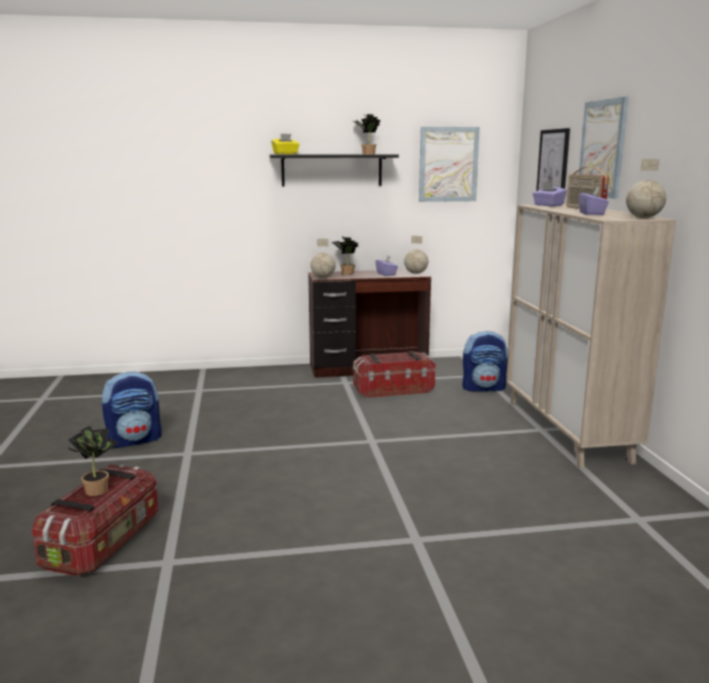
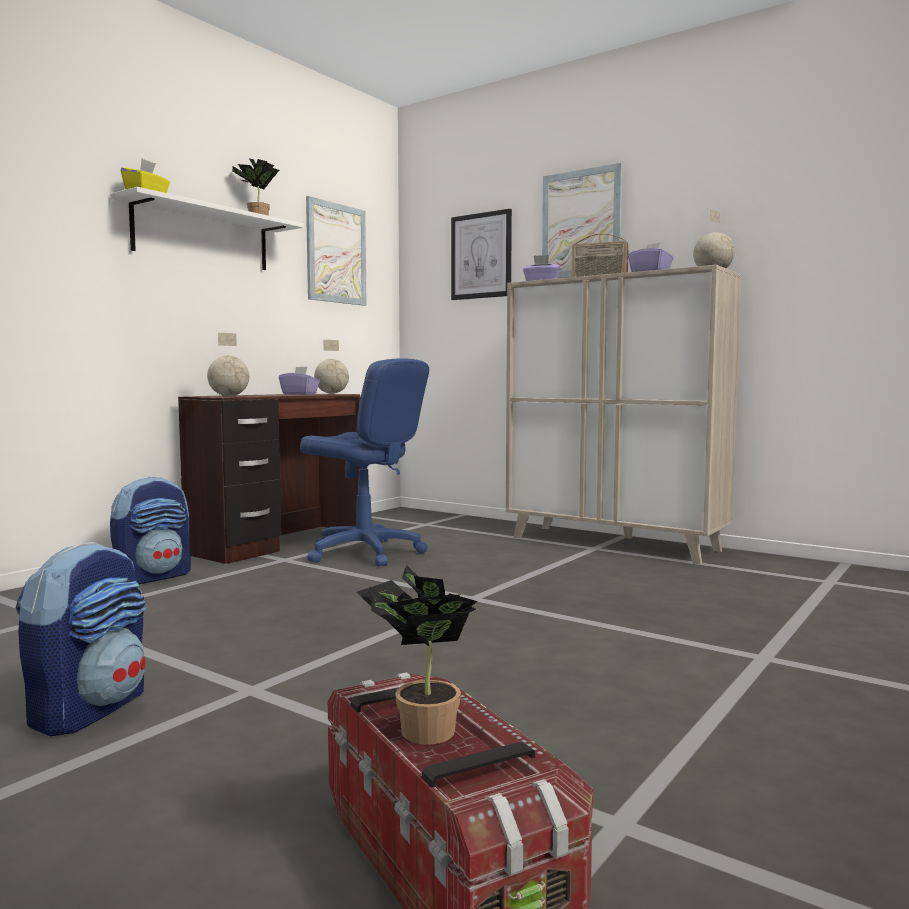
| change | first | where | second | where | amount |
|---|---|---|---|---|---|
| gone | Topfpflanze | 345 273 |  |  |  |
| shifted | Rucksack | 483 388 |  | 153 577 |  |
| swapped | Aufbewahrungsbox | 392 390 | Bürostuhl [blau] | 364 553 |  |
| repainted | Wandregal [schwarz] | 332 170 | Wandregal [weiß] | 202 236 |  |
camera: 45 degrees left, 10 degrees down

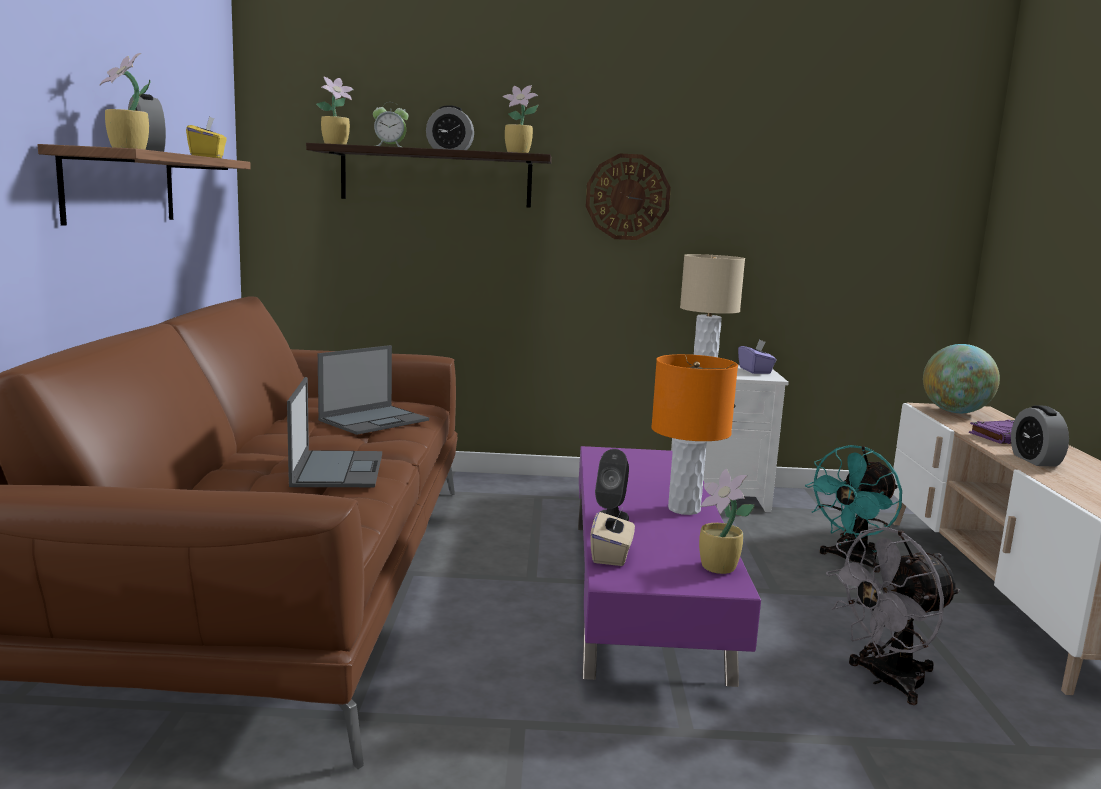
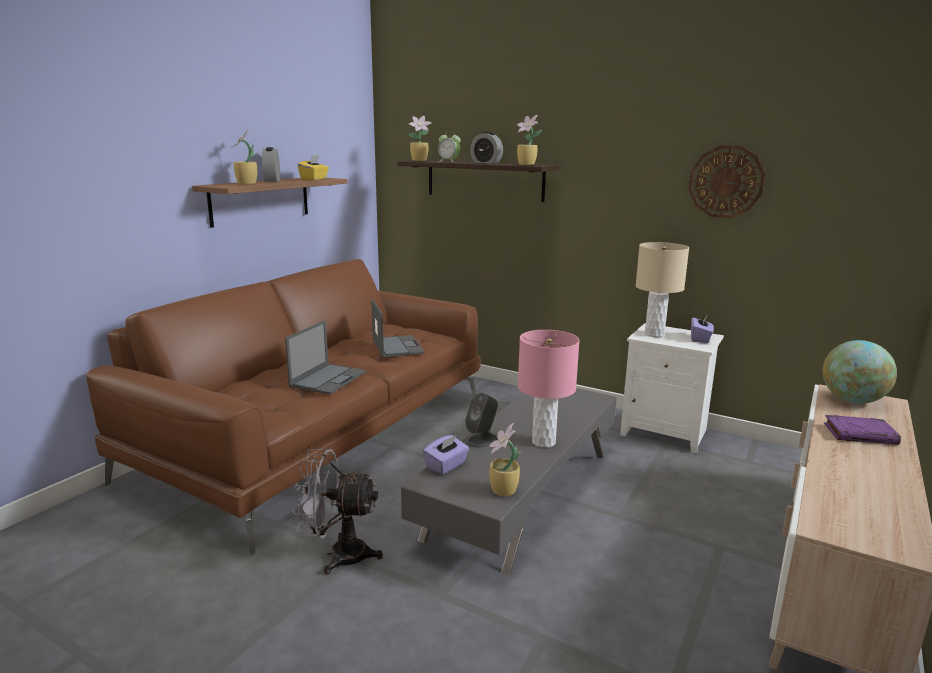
| change | first | where | second | where | amount |
|---|---|---|---|---|---|
| gone | Ventilator [türkis] | 851 560 |  |  |  |
| gone | Wecker | 1035 460 |  |  |  |
| shifted | Wanduhr | 627 197 |  | 726 182 |  |
| shifted | Ventilator [grau] | 885 681 |  | 338 555 |  |
| repainted | Couchtisch [lila] | 642 591 | Couchtisch [grau] | 521 492 |  |
| repainted | Taschentuchbox [beige] | 611 555 | Taschentuchbox [lila] | 446 466 |  |
| repainted | Tischlampe [orange] | 683 509 | Tischlampe [rosa] | 543 442 |  |
| rotated | Laptop | 375 420 |  | 397 346 | 90 degrees counterclockwise |
camera: 30 degrees right, 5 degrees up

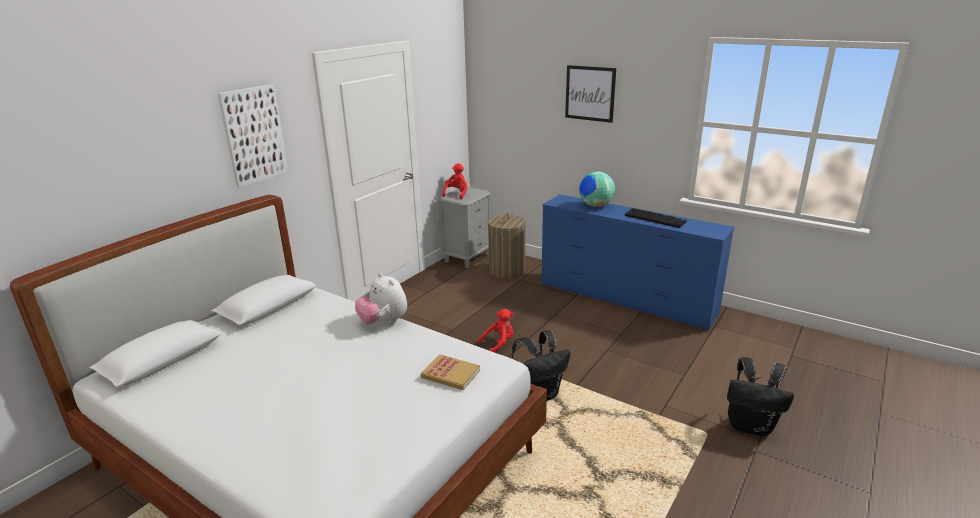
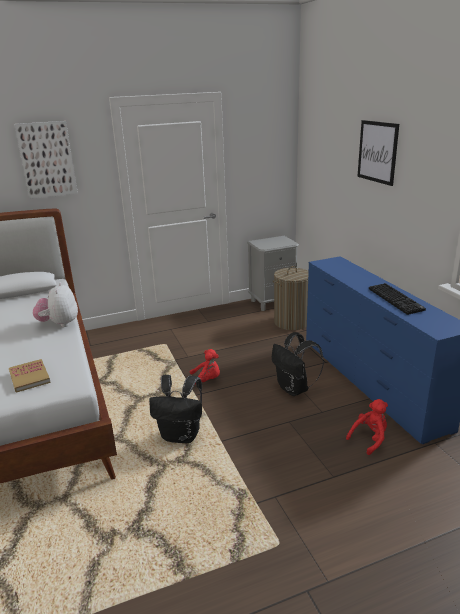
| change | first | where | second | where | amount |
|---|---|---|---|---|---|
| gone | Globus | 595 205 |  |  |  |
| shifted | Plüschtier [rot] | 456 194 |  | 369 439 |  |
| shifted | Rucksack [schwarz] | 751 426 |  | 294 389 |  |
camera: 35 degrees right, 0 degrees up

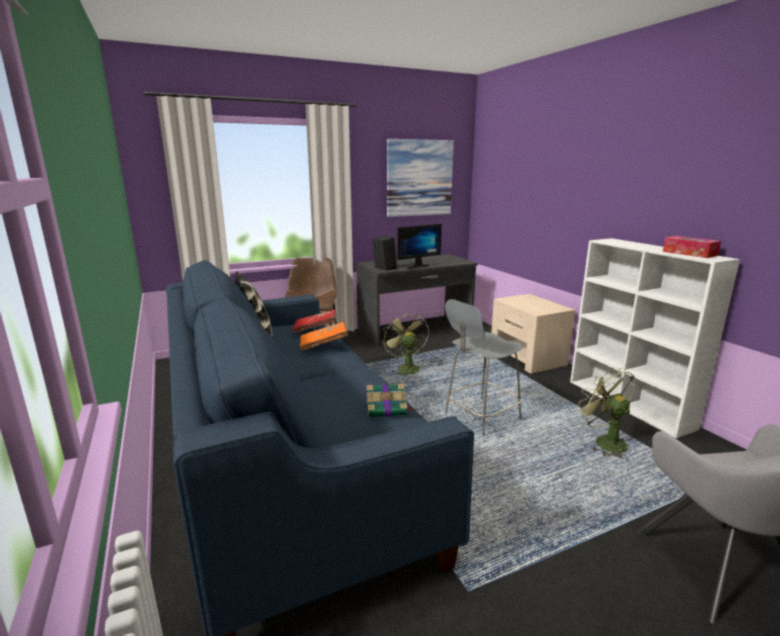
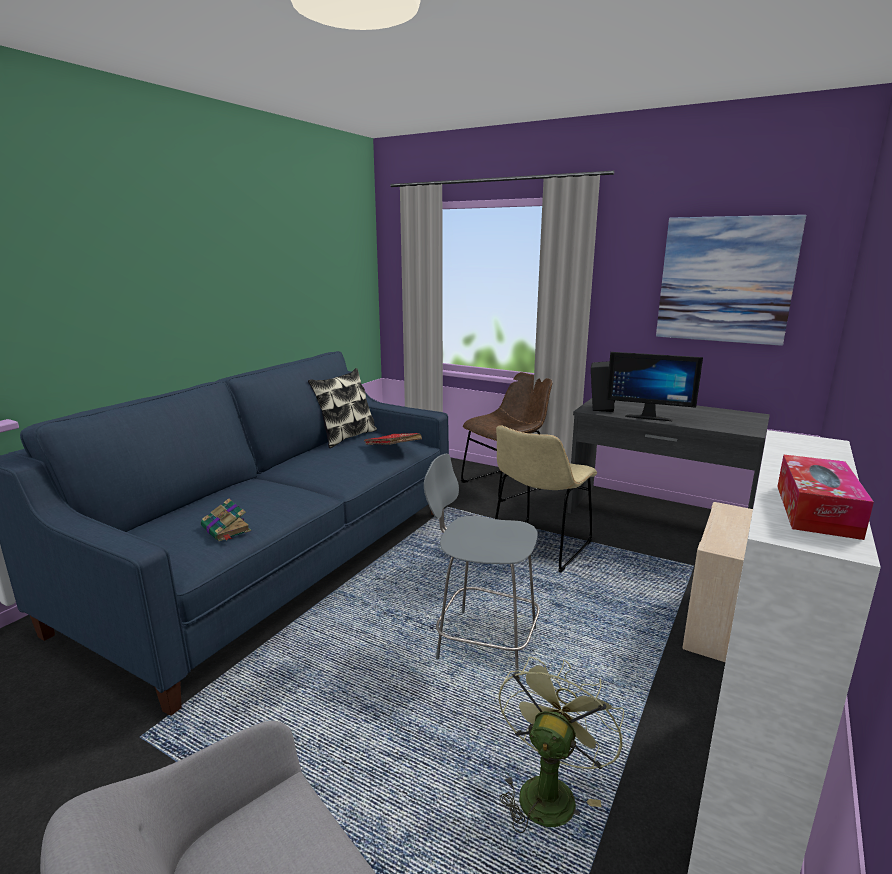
| change | first | where | second | where | amount |
|---|---|---|---|---|---|
| gone | Buch [orange] | 324 344 |  |  |  |
| swapped | Ventilator [grün] | 405 368 | Stuhl [beige] | 539 548 |  |
camera: 55 degrees right, 0 degrees up

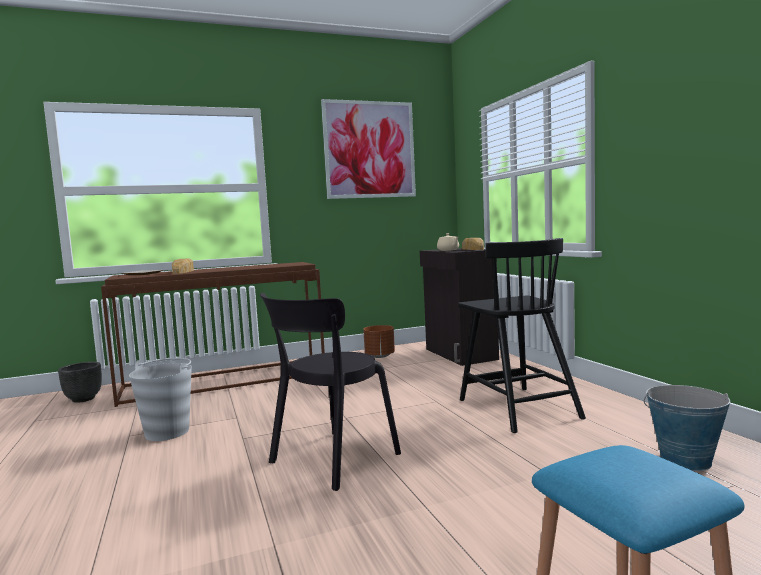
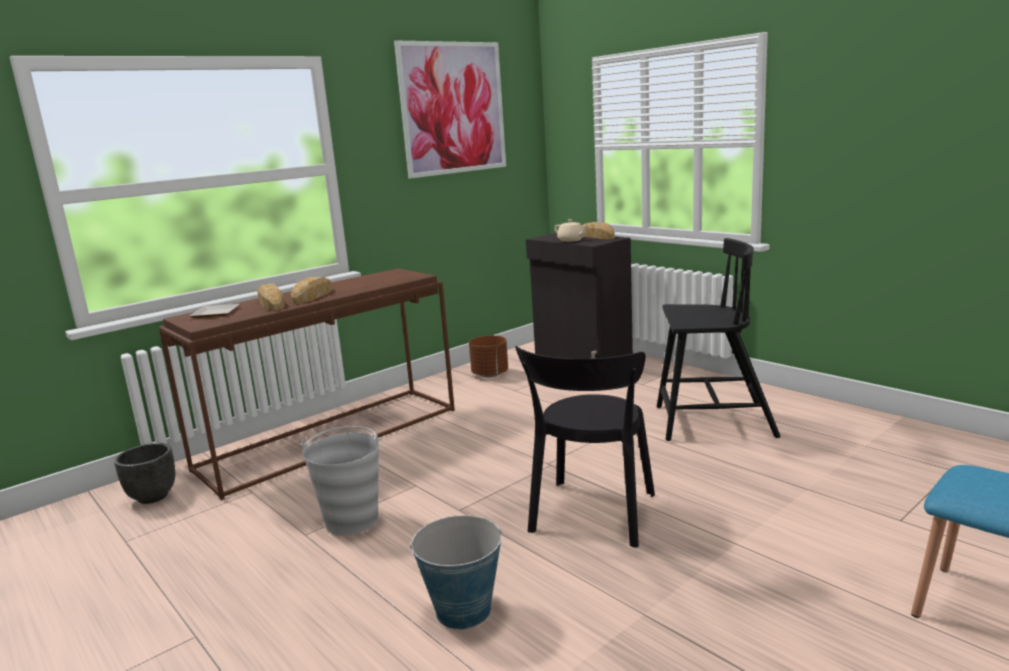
| change | first | where | second | where | amount |
|---|---|---|---|---|---|
| new |  |  | Brot | 313 296 |  |
| shifted | Eimer | 685 460 |  | 463 610 |  |
| rotated | Stuhl [schwarz] | 517 408 |  | 711 422 | 45 degrees counterclockwise |
camera: 20 degrees left, 10 degrees up

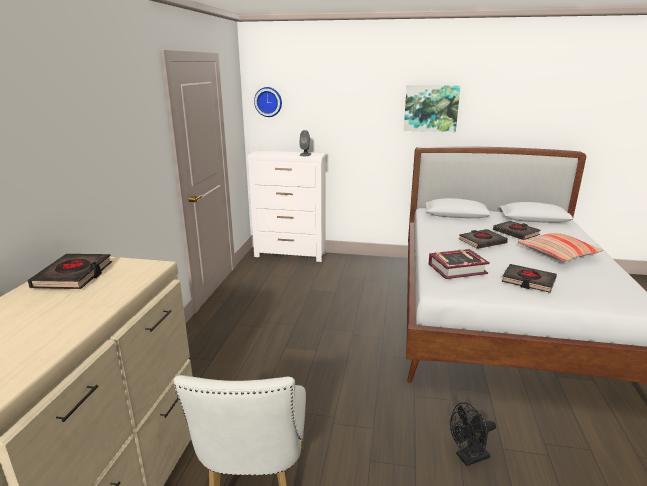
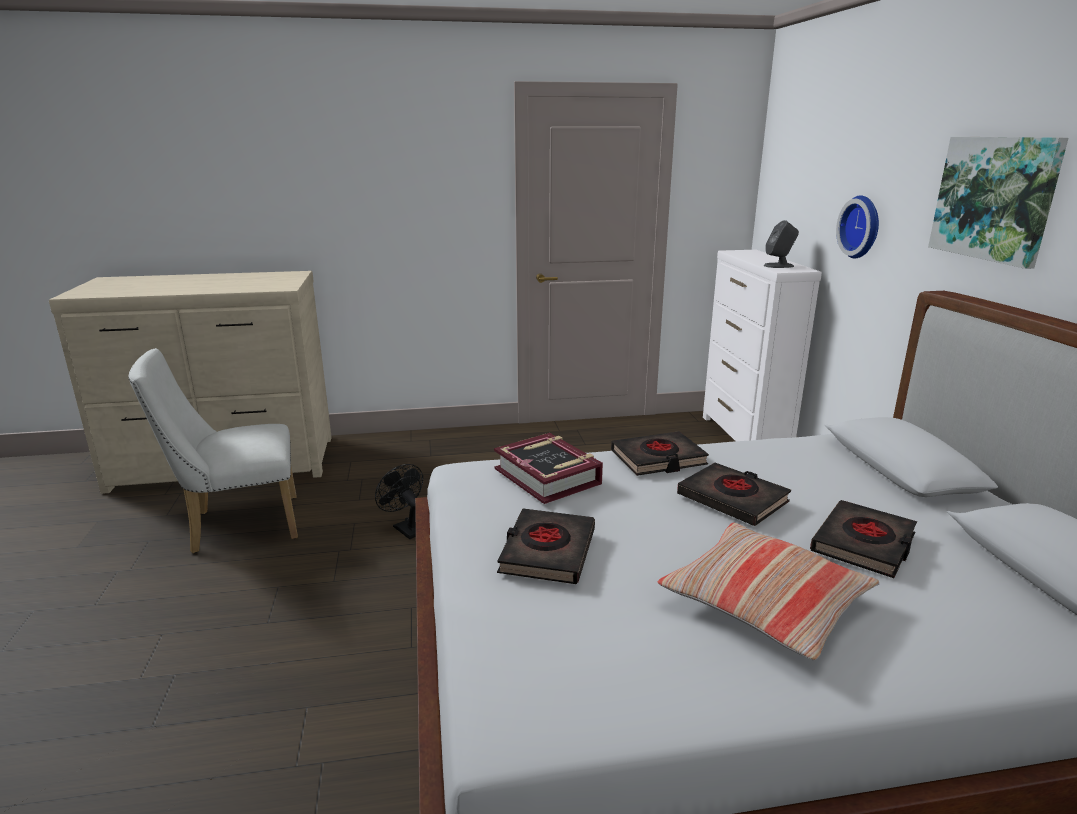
| change | first | where | second | where | amount |
|---|---|---|---|---|---|
| shifted | Buch [schwarz] | 74 275 |  | 658 459 |  |
| shifted | Wanduhr | 268 102 |  | 862 227 |  |
| shifted | Ventilator [schwarz] | 468 458 |  | 405 528 |  |
camera: 70 degrees right, 0 degrees up

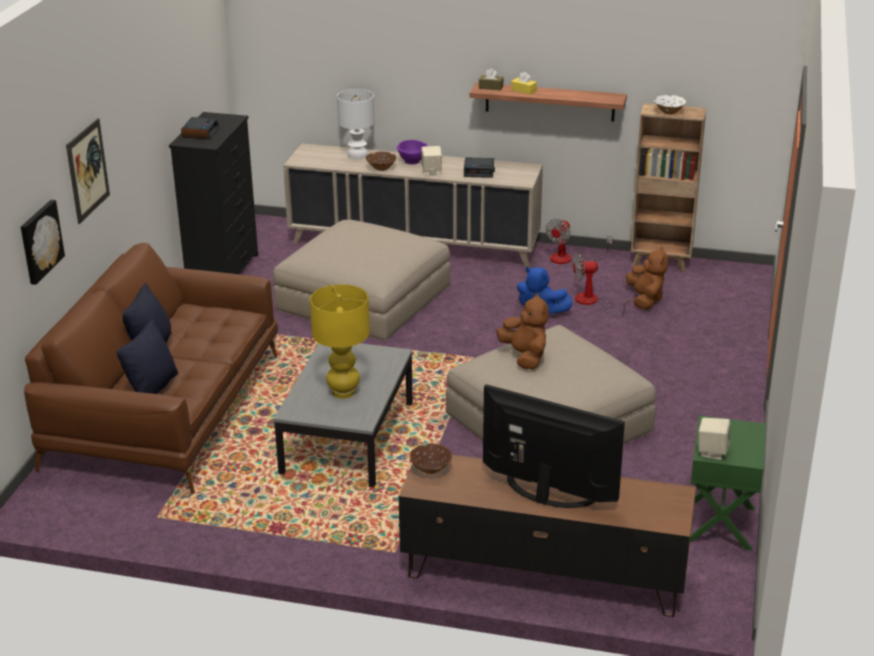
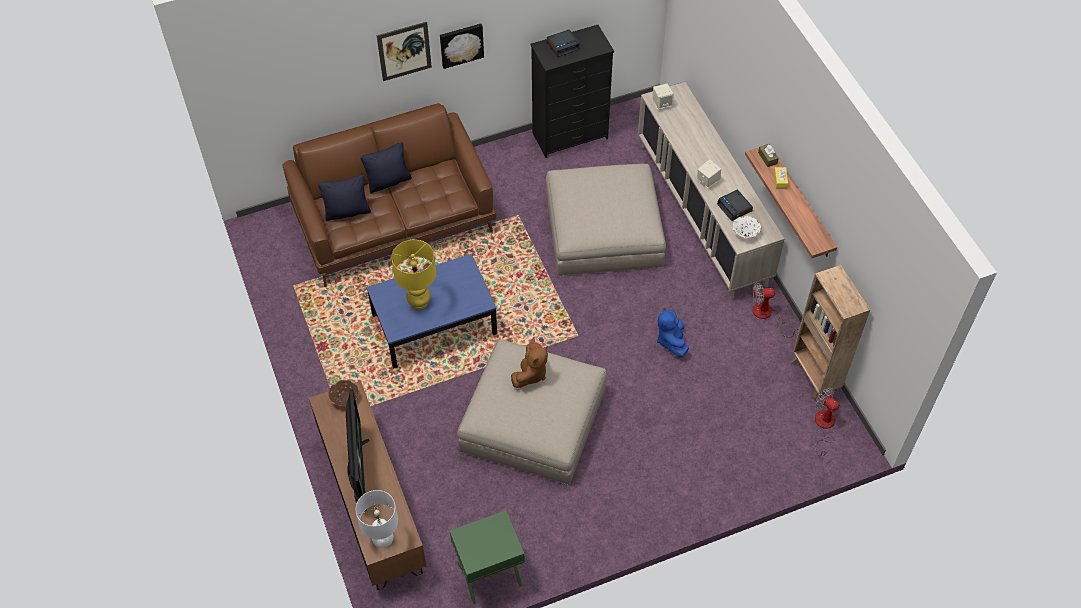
| change | first | where | second | where | amount |
|---|---|---|---|---|---|
| gone | Schüssel [braun] | 381 168 |  |  |  |
| gone | Schüssel [lila] | 413 161 |  |  |  |
| gone | Plüschtier [braun] | 645 300 |  |  |  |
| shifted | Bild | 40 241 |  | 461 44 |  |
| shifted | Tischlampe [weiß] | 357 155 |  | 382 538 |  |
| shifted | Ventilator | 593 302 |  | 824 426 |  |
| shifted | Schüssel [weiß] | 669 112 |  | 745 233 |  |
| shifted | Lautsprecher [beige] | 712 451 |  | 662 104 |  |
| repainted | Couchtisch [grau] | 347 437 | Couchtisch [blau] | 434 324 |  |
camera: 55 degrees right, 25 degrees up

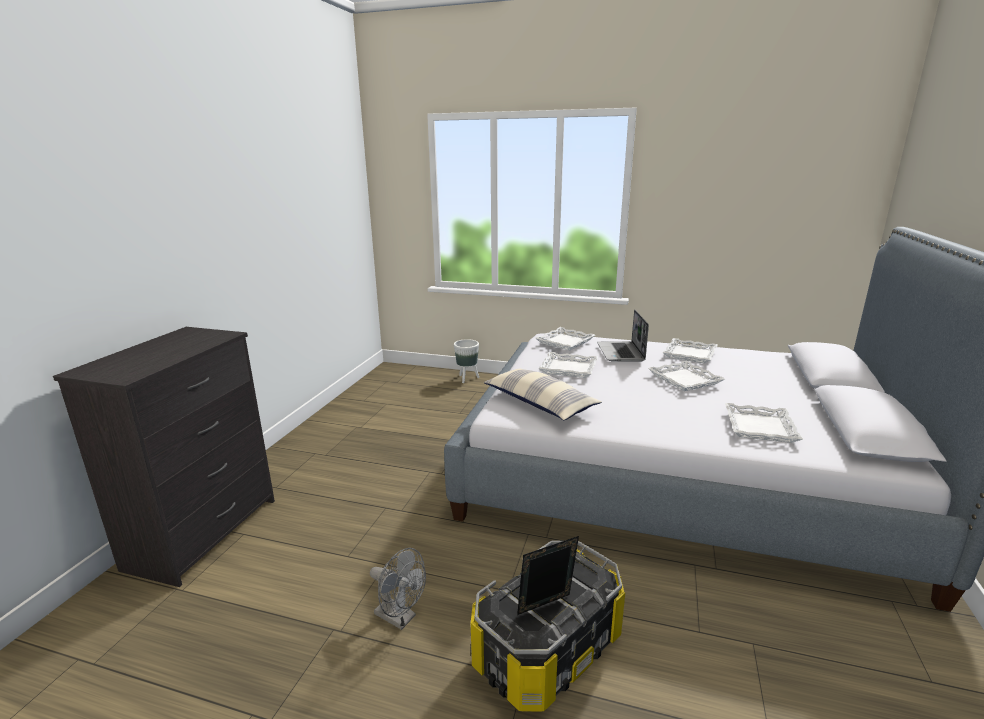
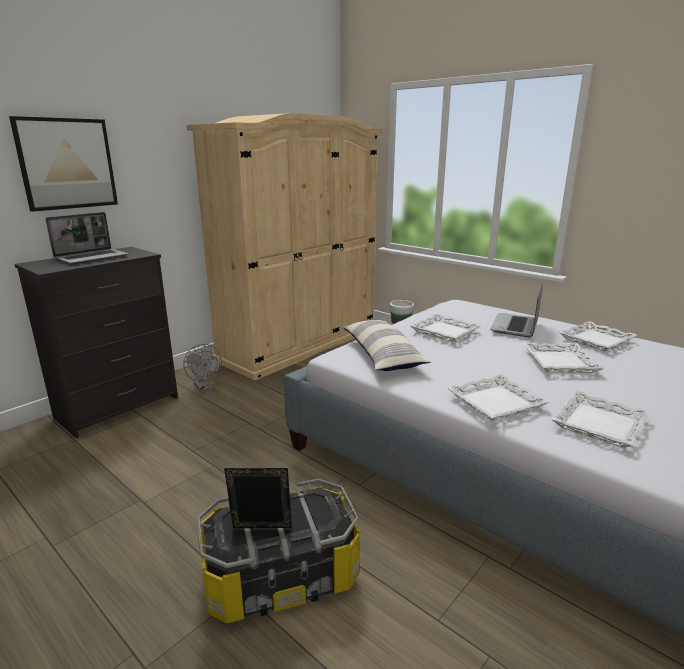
| change | first | where | second | where | amount |
|---|---|---|---|---|---|
| new |  |  | Bild | 67 164 |  |
| new |  |  | Laptop | 92 258 |  |
| new |  |  | Kleiderschrank [beige] | 300 343 |  |
| shifted | Ventilator [grau] | 400 618 |  | 204 387 |  |
| shifted | Tablett [weiß] | 564 342 |  | 495 402 |  |
camera: 25 degrees right, 0 degrees up

